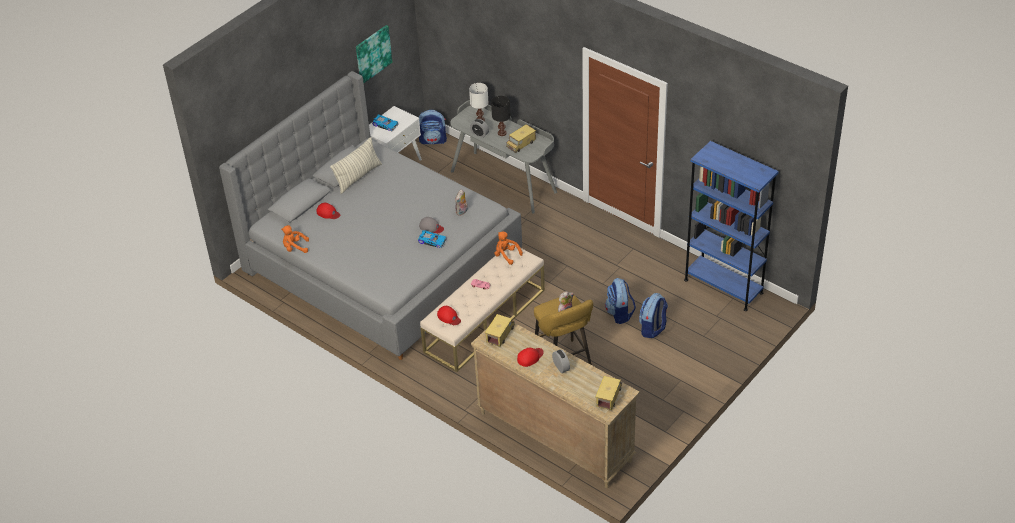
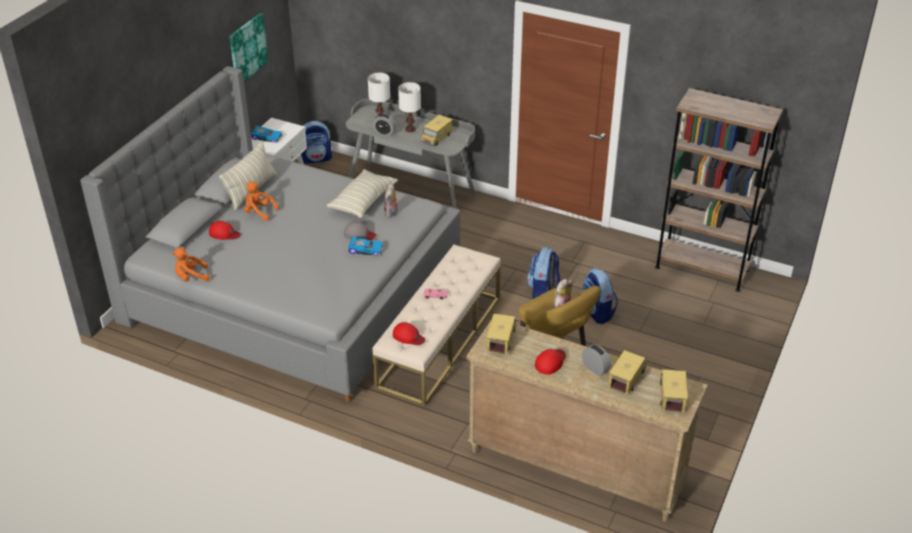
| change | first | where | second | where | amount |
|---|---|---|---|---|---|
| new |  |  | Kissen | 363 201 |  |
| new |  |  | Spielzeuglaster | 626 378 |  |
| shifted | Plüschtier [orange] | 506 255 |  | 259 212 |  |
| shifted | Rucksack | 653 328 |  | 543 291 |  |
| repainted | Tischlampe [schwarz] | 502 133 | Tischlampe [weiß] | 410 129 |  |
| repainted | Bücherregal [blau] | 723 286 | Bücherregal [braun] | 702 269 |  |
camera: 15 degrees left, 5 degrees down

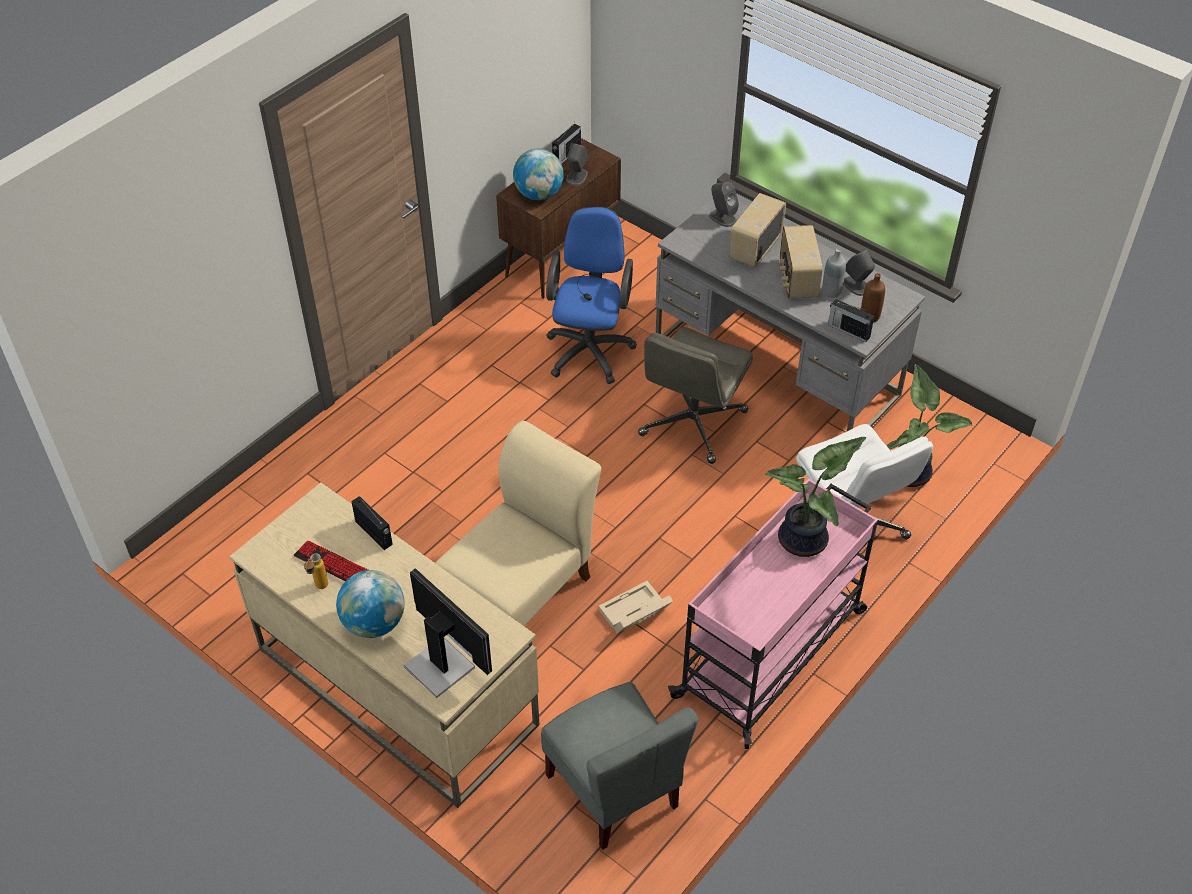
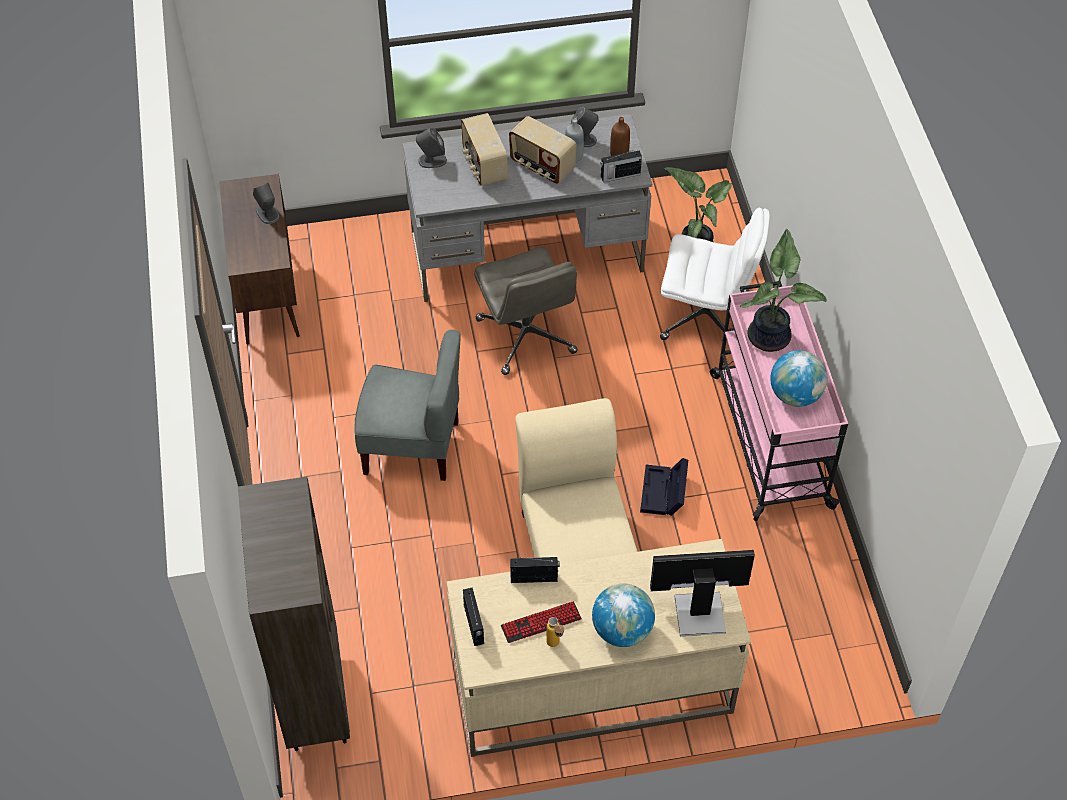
| change | first | where | second | where | amount |
|---|---|---|---|---|---|
| gone | Bürostuhl [blau] | 590 348 |  |  |  |
| new |  |  | Bücherregal [braun] | 313 698 |  |
| shifted | Globus | 539 194 |  | 795 395 |  |
| shifted | Stuhl [grau] | 614 790 |  | 412 446 |  |
| shifted | Radio | 566 155 |  | 473 625 |  |
| repainted | Aufbewahrungsbox [beige] | 633 614 | Aufbewahrungsbox [schwarz] | 663 493 |  |
camera: 50 degrees left, 5 degrees up

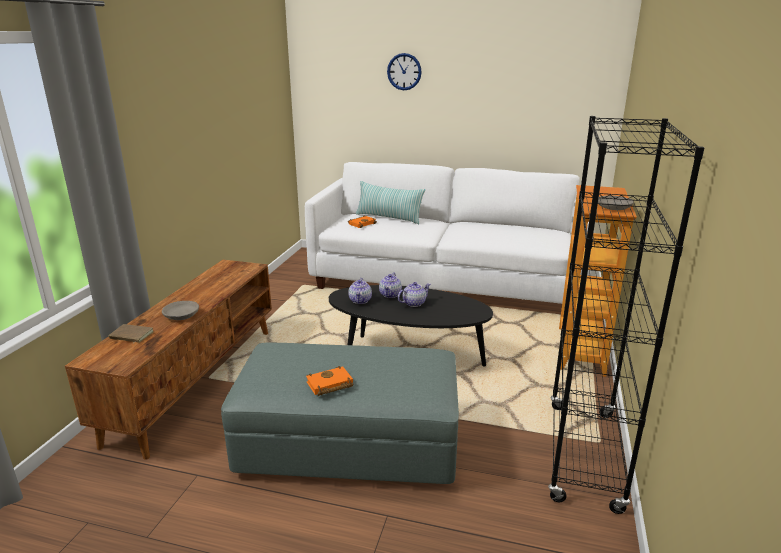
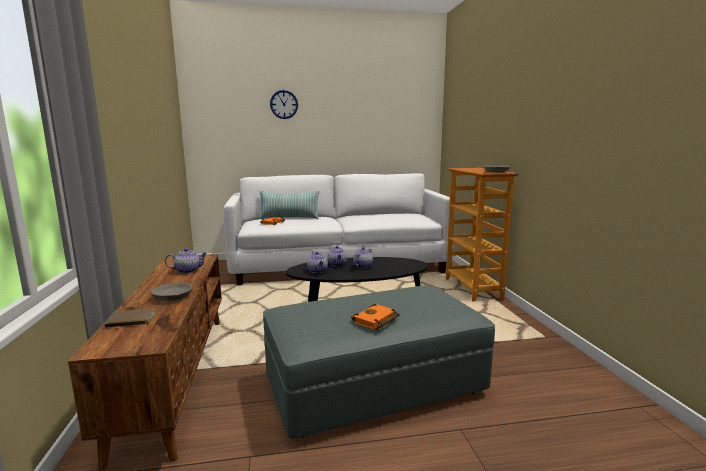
| change | first | where | second | where | amount |
|---|---|---|---|---|---|
| gone | Bücherregal [schwarz] | 583 455 |  |  |  |
| new |  |  | Teekanne | 188 270 |  |
camera: 25 degrees left, 10 degrees down

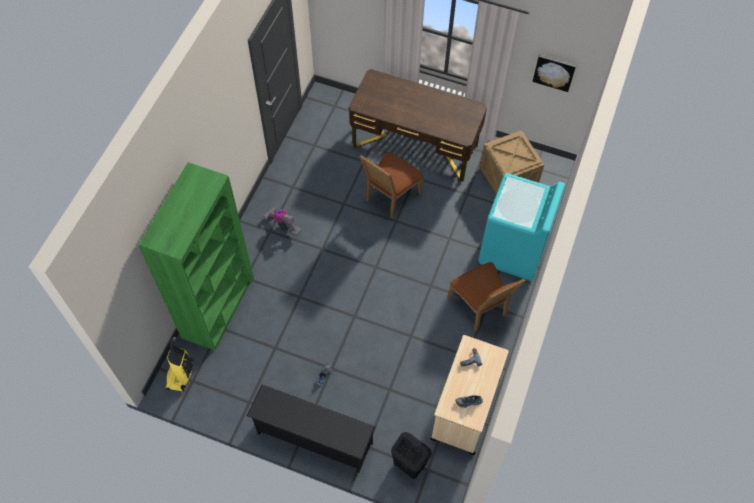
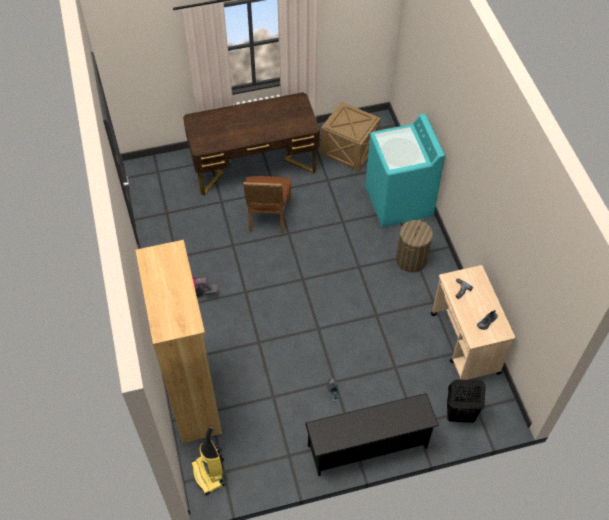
| change | first | where | second | where | amount |
|---|---|---|---|---|---|
| gone | Bild | 554 72 |  |  |  |
| swapped | Stuhl [braun] | 480 308 | Wäschekorb | 411 260 |  |
| repainted | Bücherregal [grün] | 218 307 | Bücherregal [braun] | 194 395 |  |
camera: 35 degrees left, 5 degrees down

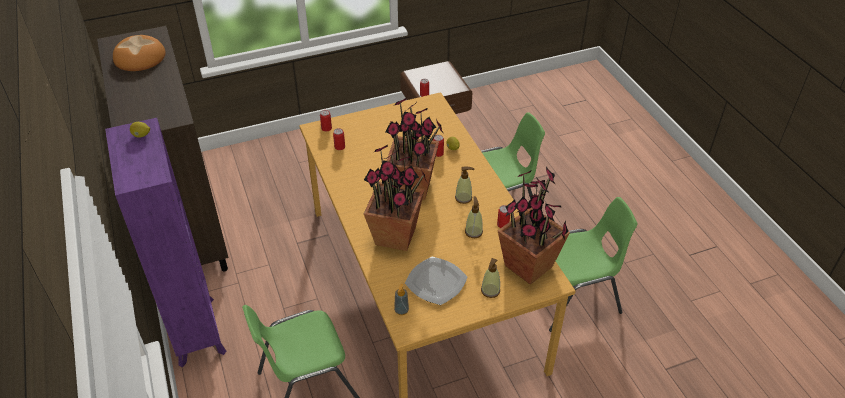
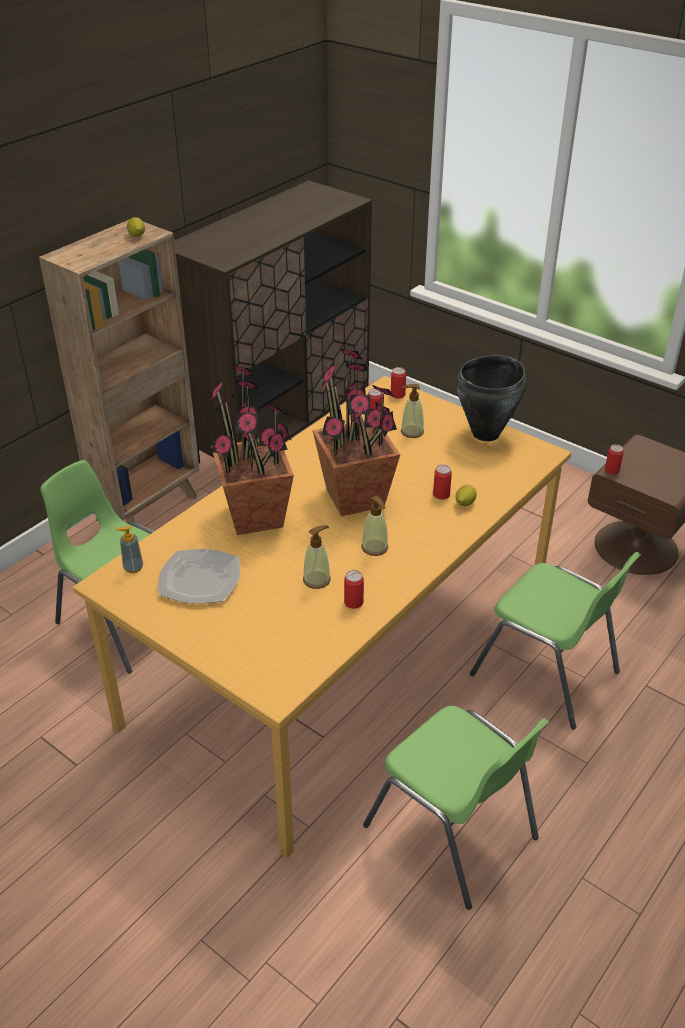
| change | first | where | second | where | amount |
|---|---|---|---|---|---|
| gone | Brot | 140 58 |  |  |  |
| gone | Topfpflanze | 528 266 |  |  |  |
| new |  |  | Kochtopf [schwarz] | 486 434 |  |
| shifted | Seifenspender | 490 291 |  | 411 432 |  |
| repainted | Bücherregal [lila] | 196 329 | Bücherregal [braun] | 149 506 |  |
camera: 60 degrees right, 5 degrees down

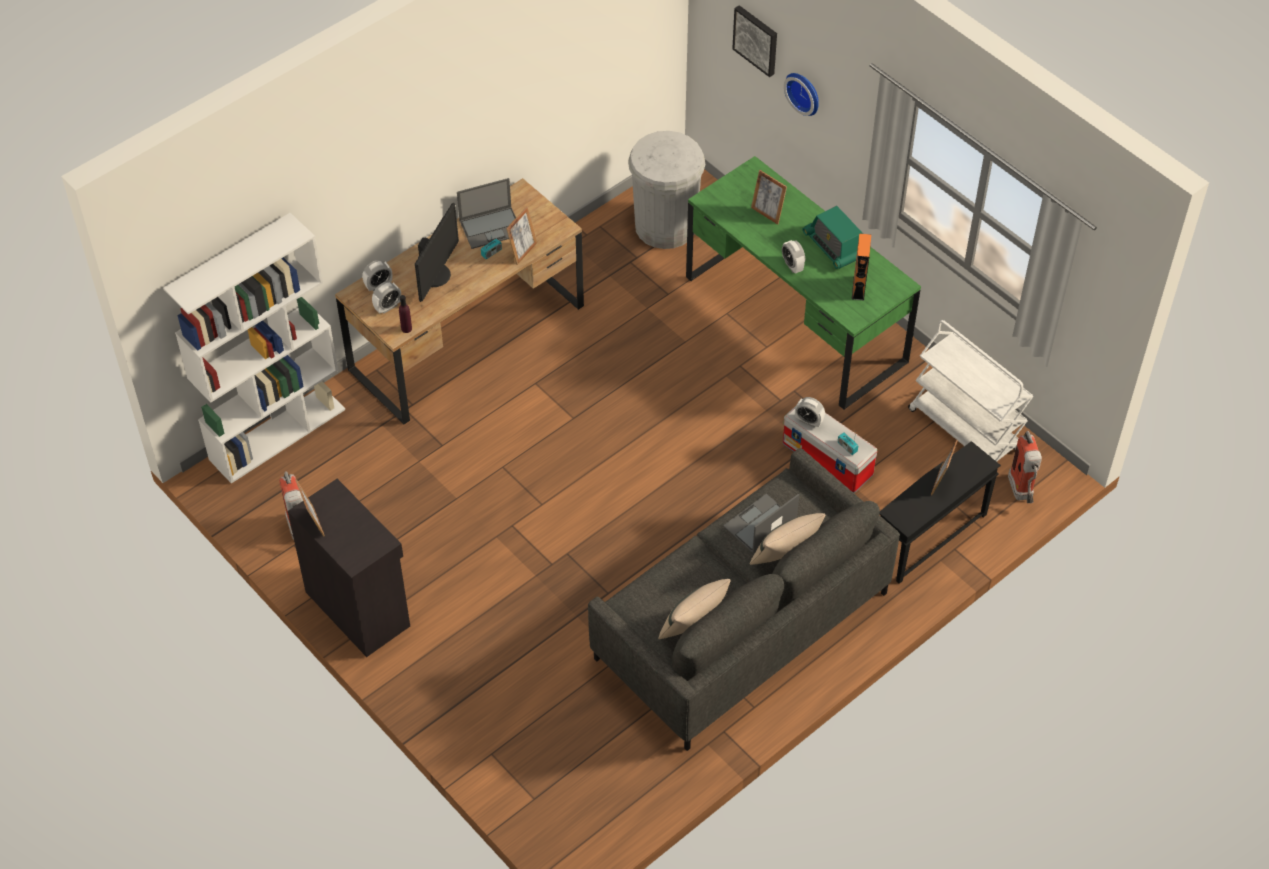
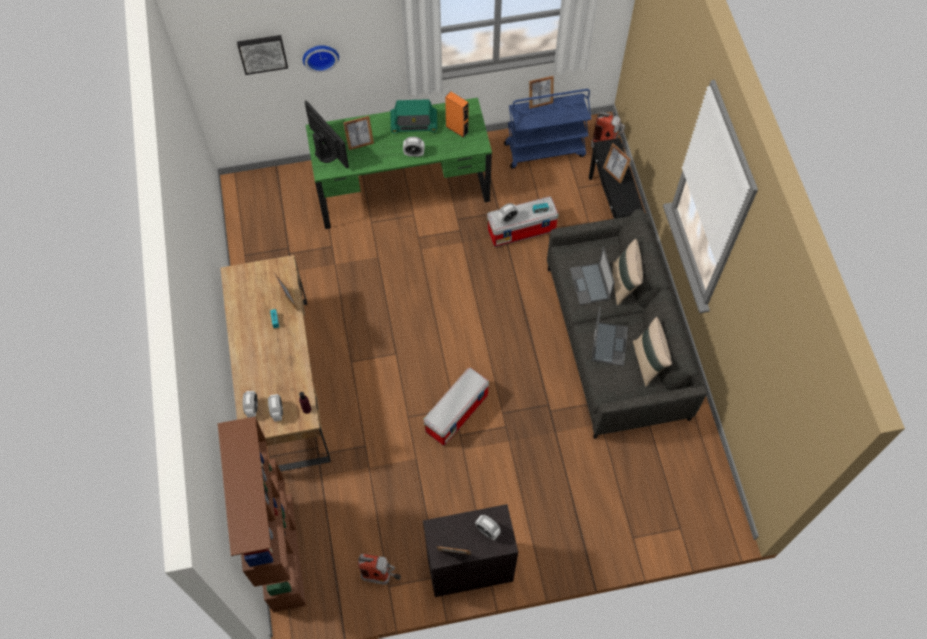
| change | first | where | second | where | amount |
|---|---|---|---|---|---|
| gone | Mülleimer [weiß] | 665 226 |  |  |  |
| new |  |  | Aufbewahrungsbox | 456 412 |  |
| new |  |  | Wecker | 487 531 |  |
| new |  |  | Bilderrahmen | 540 103 |  |
| shifted | Monitor | 436 275 |  | 327 152 |  |
| shifted | Laptop | 492 227 |  | 609 343 |  |
| repainted | Bücherregal [weiß] | 277 433 | Bücherregal [braun] | 281 551 |  |
| repainted | Rollwagen [weiß] | 965 430 | Rollwagen [blau] | 545 149 |  |
camera: 60 degrees left, 10 degrees up

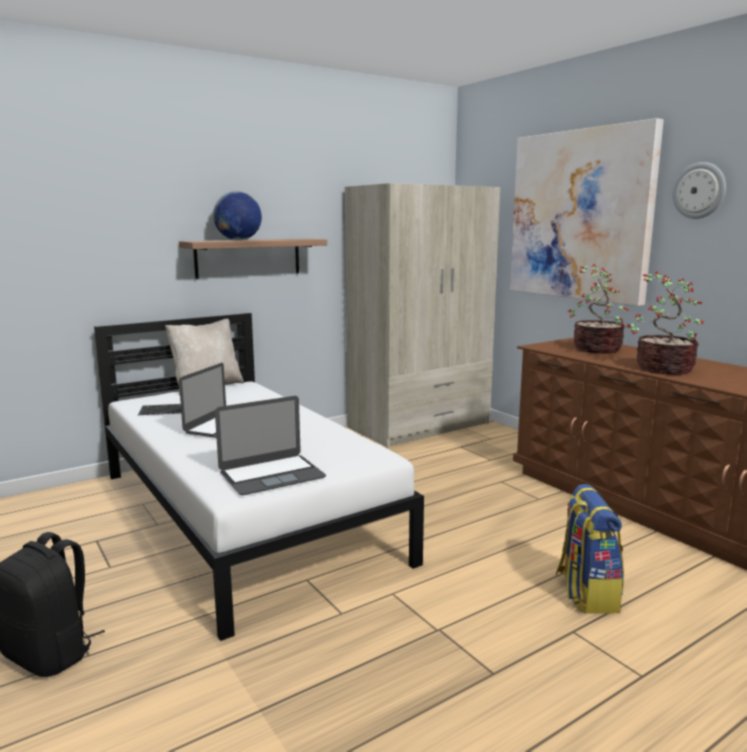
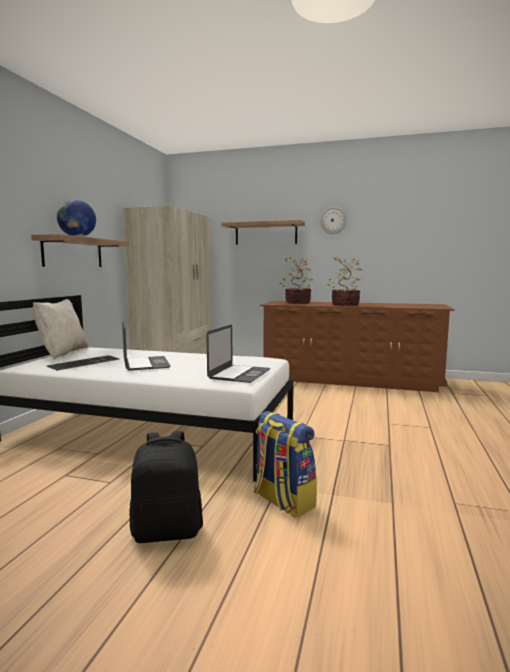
| change | first | where | second | where | amount |
|---|---|---|---|---|---|
| shifted | Rucksack | 586 593 |  | 282 501 |  |
| swapped | Bild | 580 215 | Wandregal | 266 234 |  |
camera: 40 degrees left, 5 degrees down

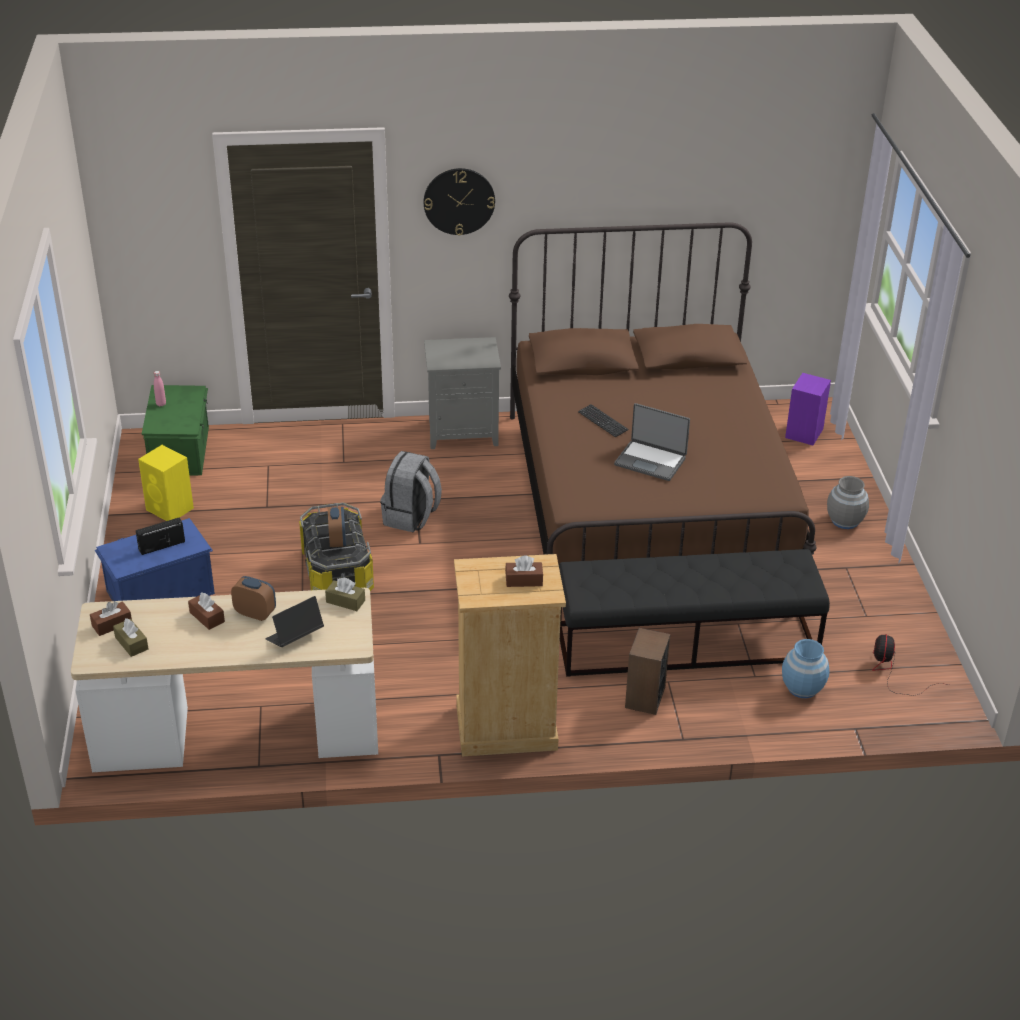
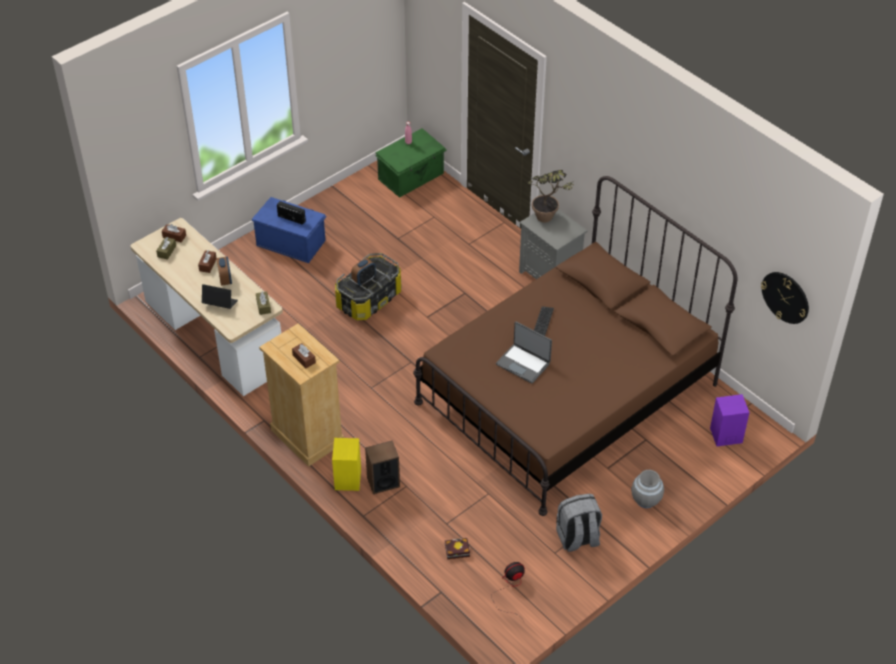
| change | first | where | second | where | amount |
|---|---|---|---|---|---|
| gone | Bank [schwarz] | 687 642 |  |  |  |
| new |  |  | Topfpflanze | 549 220 |  |
| shifted | Lautsprecher [gelb] | 170 509 |  | 348 480 |  |
| shifted | Rucksack [grau] | 411 517 |  | 577 538 |  |
| shifted | Wanduhr | 459 201 |  | 785 297 |  |
| swapped | Vase [blau] | 802 687 | Buch | 456 550 |  |
| rotated | Laptop | 651 461 |  | 523 363 | 45 degrees counterclockwise |
camera: 55 degrees right, 10 degrees up

